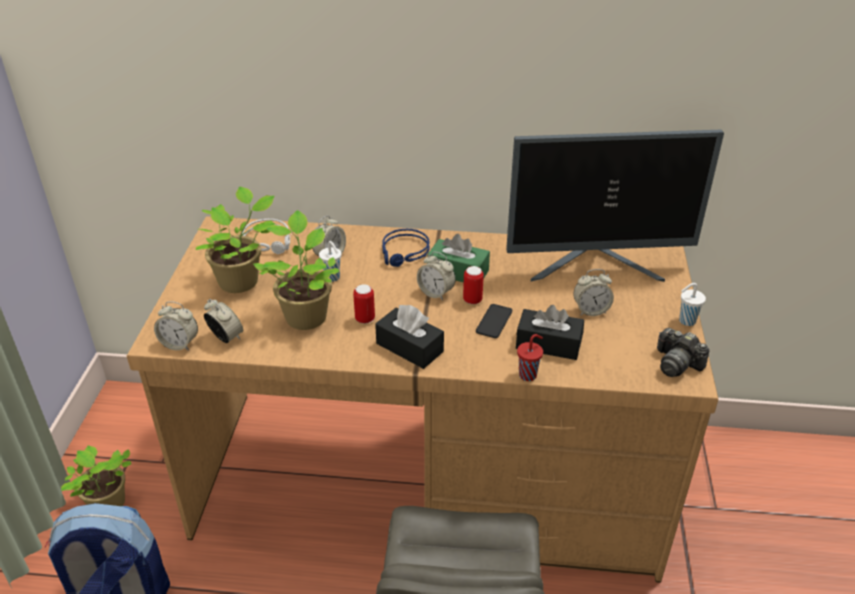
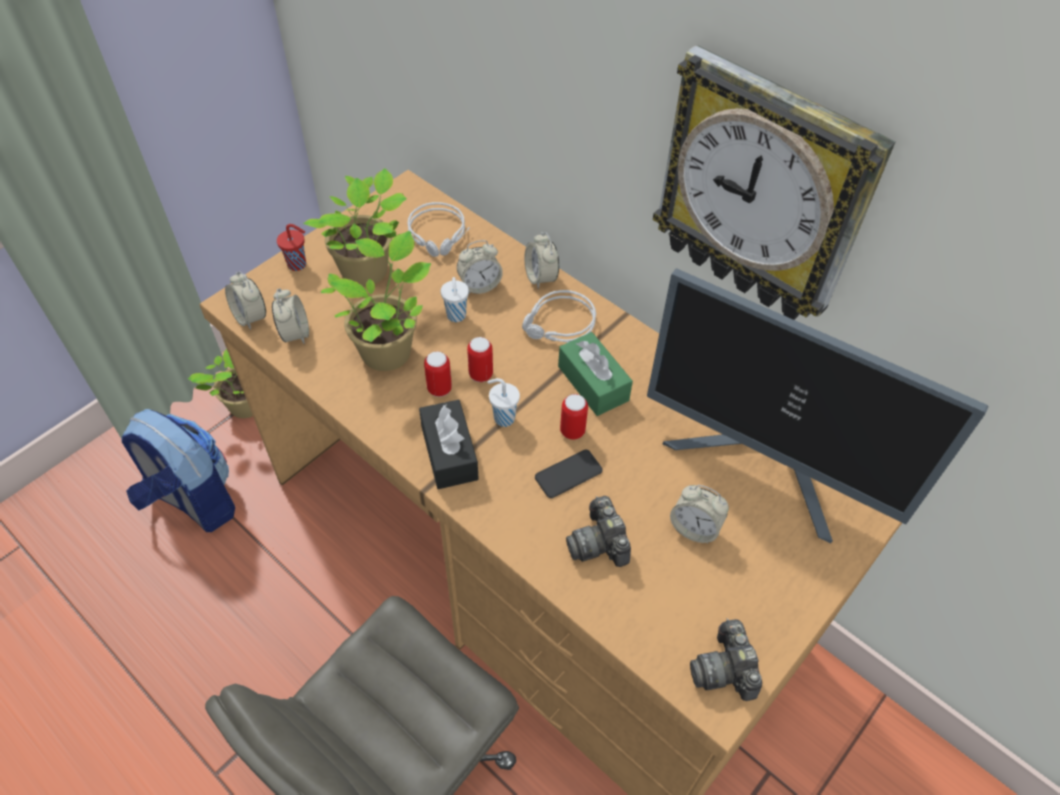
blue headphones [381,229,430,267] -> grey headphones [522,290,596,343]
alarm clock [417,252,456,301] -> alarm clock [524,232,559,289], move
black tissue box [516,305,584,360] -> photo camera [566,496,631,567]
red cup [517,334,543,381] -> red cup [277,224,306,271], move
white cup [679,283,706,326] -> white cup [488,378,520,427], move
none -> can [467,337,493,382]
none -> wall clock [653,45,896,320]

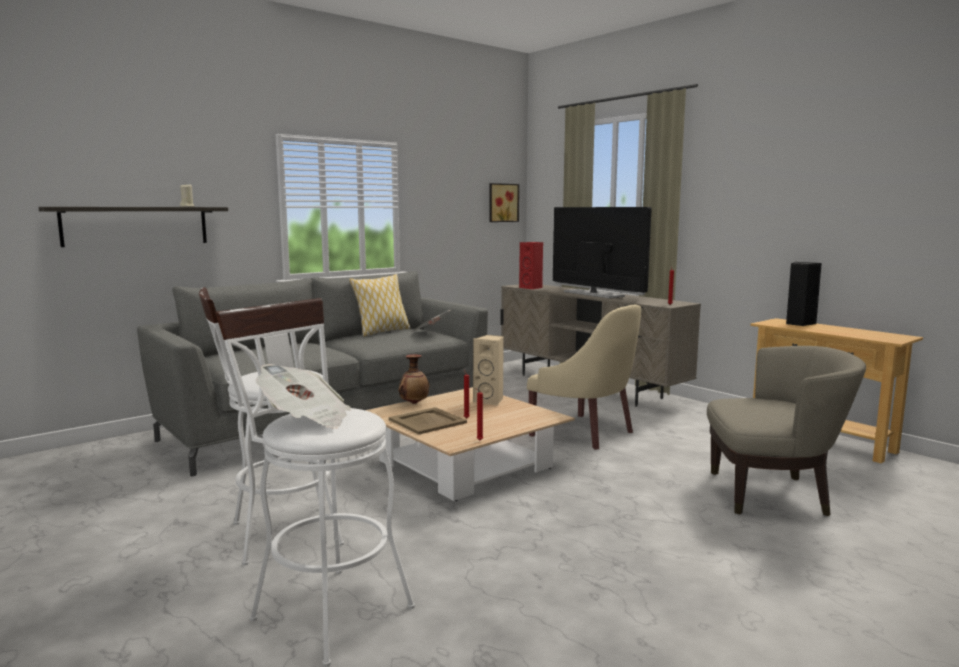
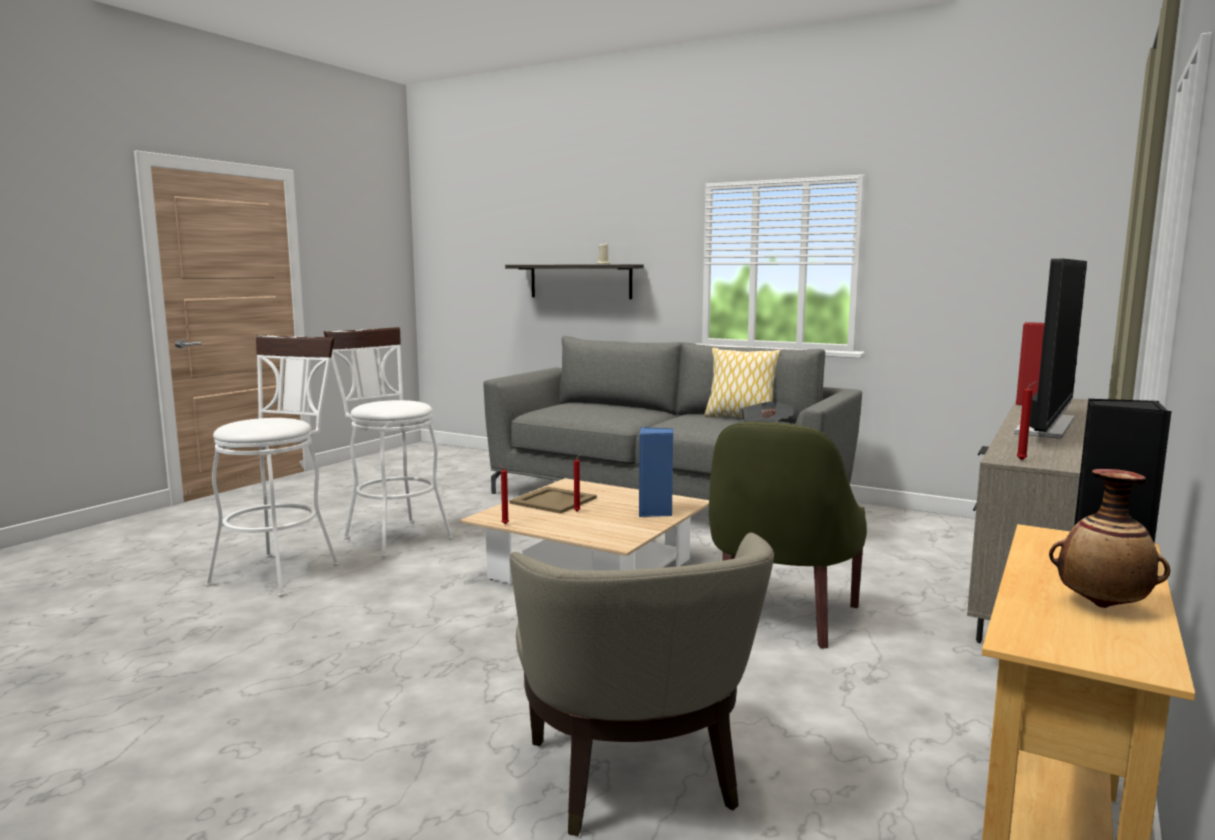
newspaper [255,364,351,428] -> none
vase [398,354,429,404] -> vase [1049,469,1170,608], move
beige speaker [473,335,504,406] -> blue speaker [639,427,673,517]
picture [489,183,519,222] -> none
beige armchair [527,304,641,450] -> green armchair [709,422,867,649]

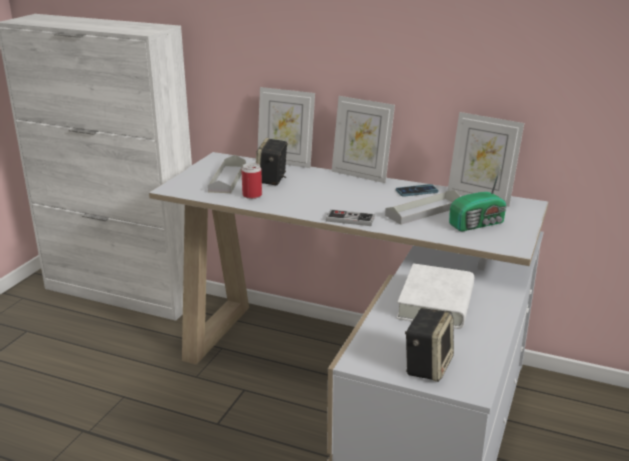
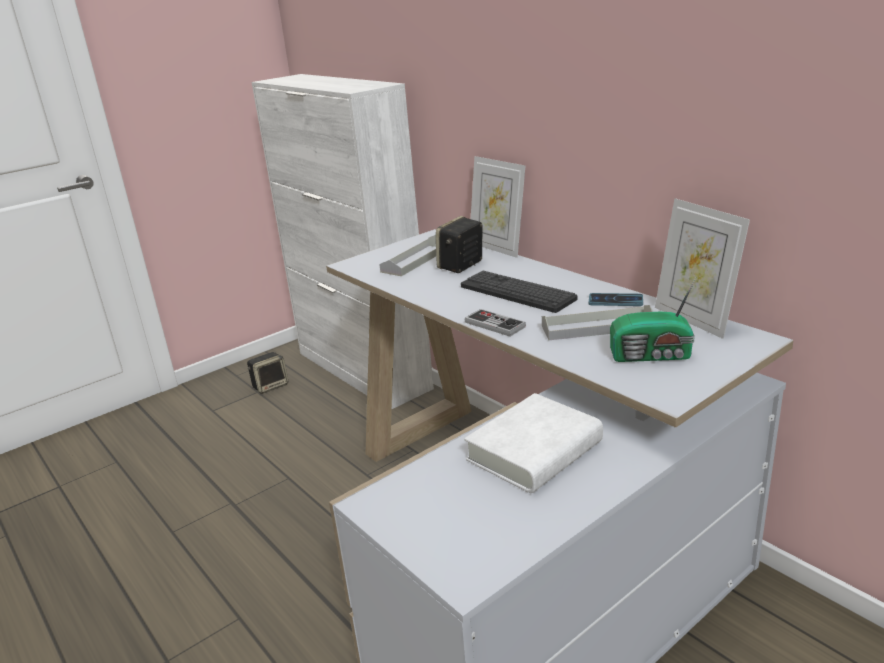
can [241,163,262,199] -> none
picture frame [331,96,395,183] -> none
speaker [405,308,454,382] -> speaker [247,352,288,394], move
none -> keyboard [461,271,577,313]

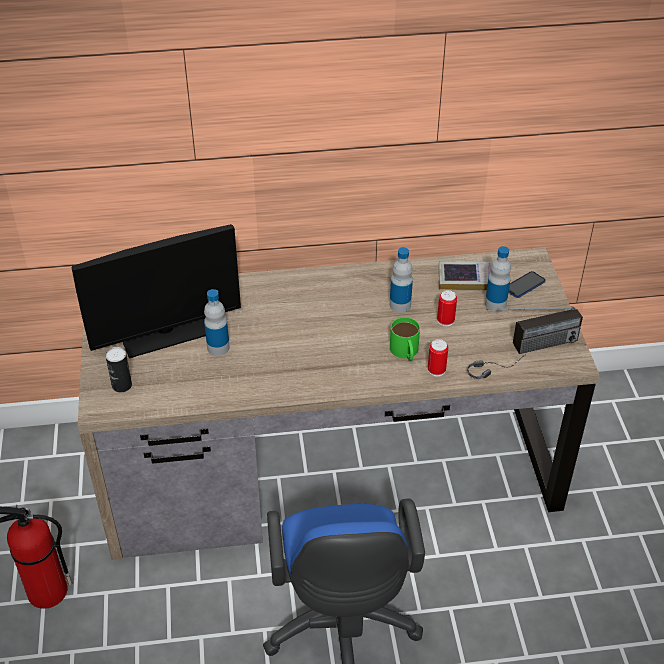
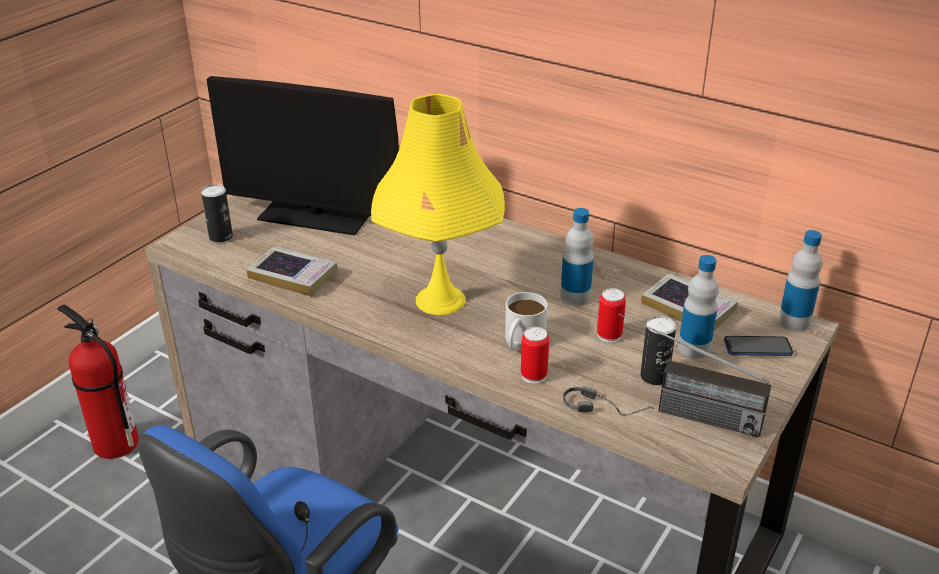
bottle [204,289,230,356] -> bottle [778,230,822,331], move
green mug [390,317,420,361] -> white mug [505,292,547,349]
none -> book [246,246,338,297]
none -> yellow table lamp [371,94,505,315]
none -> can [640,316,676,385]

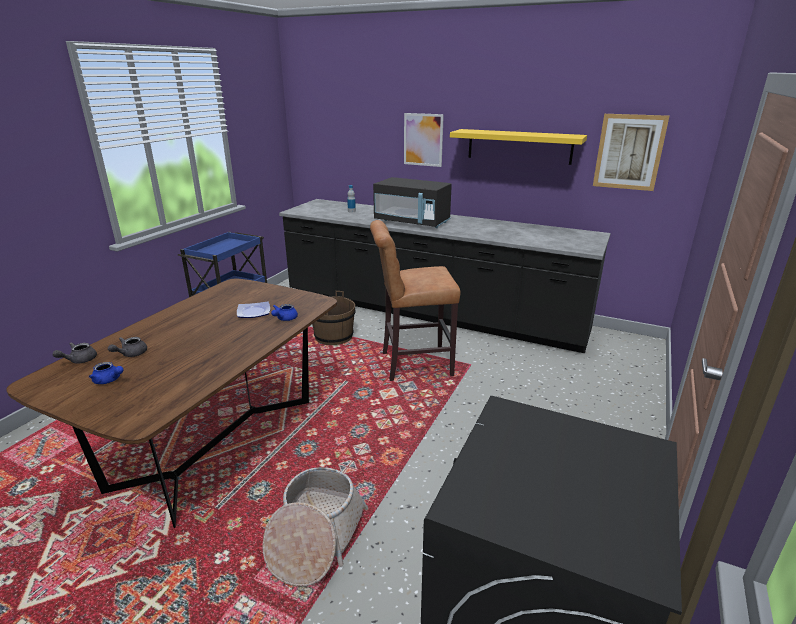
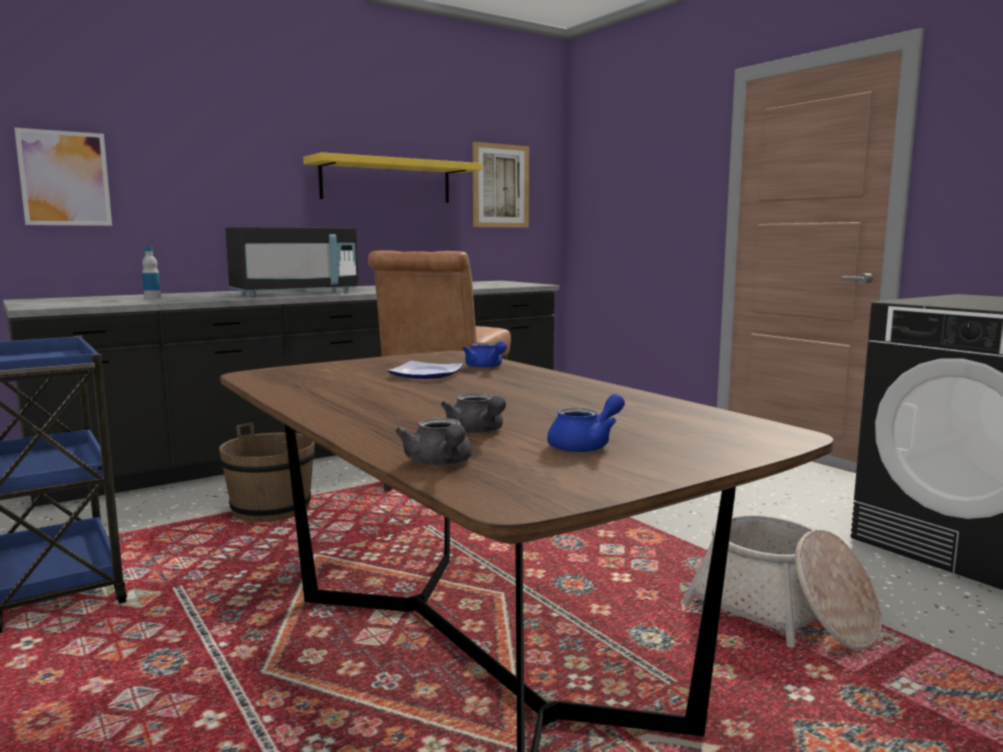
picture [404,113,444,167] -> picture [14,128,112,226], move

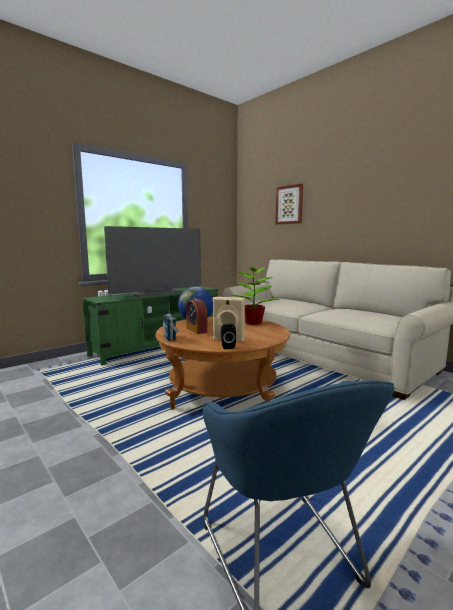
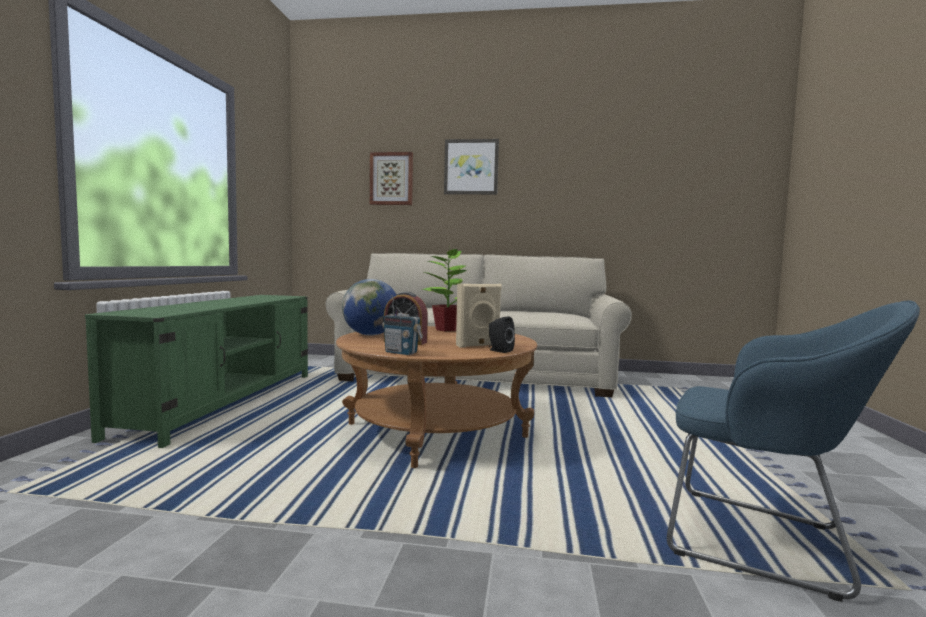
television [104,226,201,297] -> none
none -> picture [444,139,499,194]

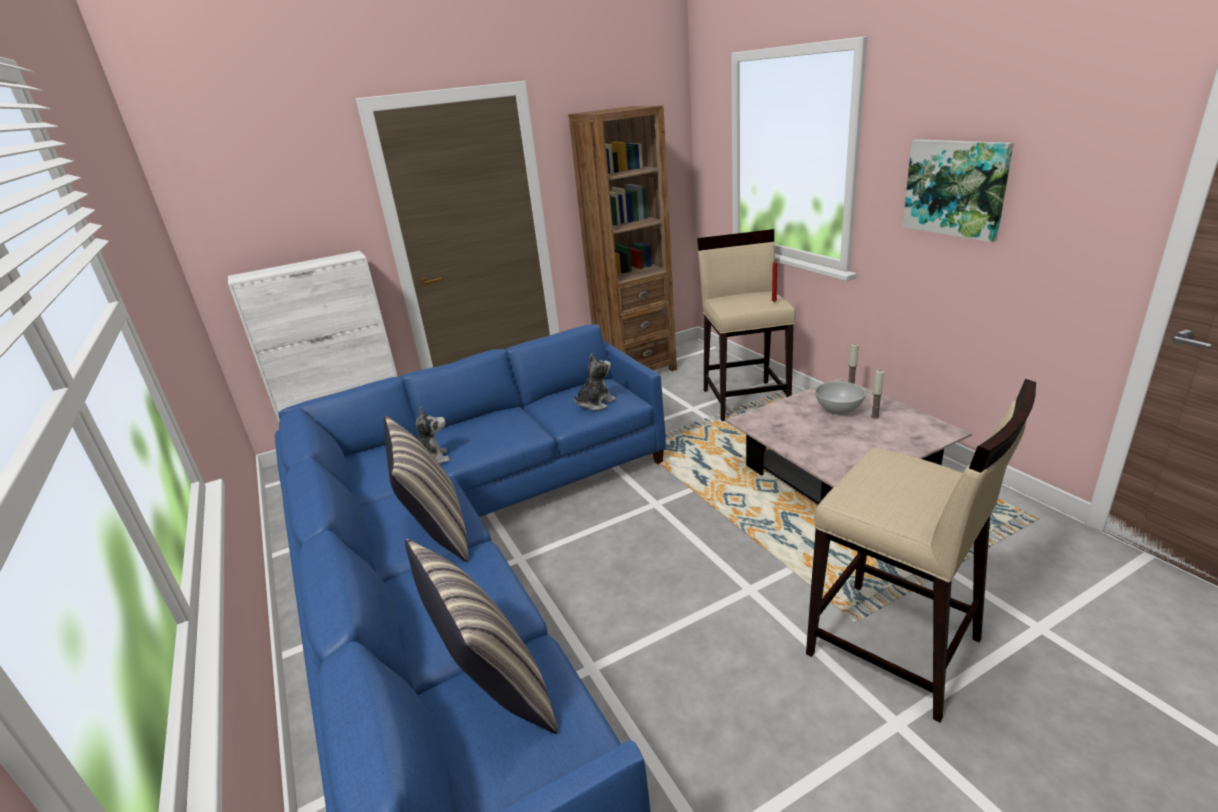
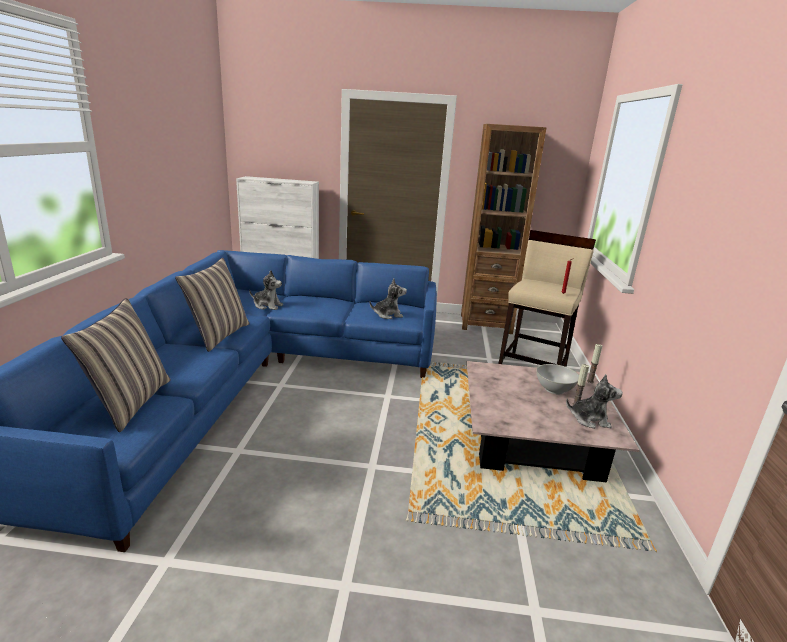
beige stool [806,379,1036,723] -> none
picture [903,139,1014,242] -> none
none -> plush toy [566,374,623,429]

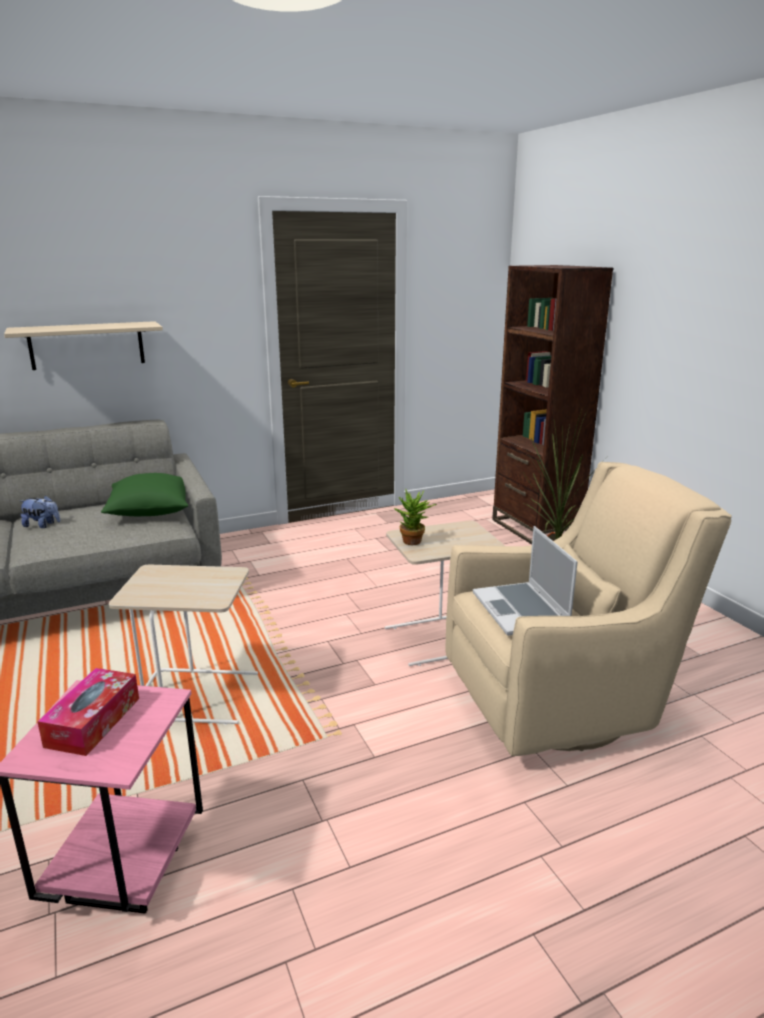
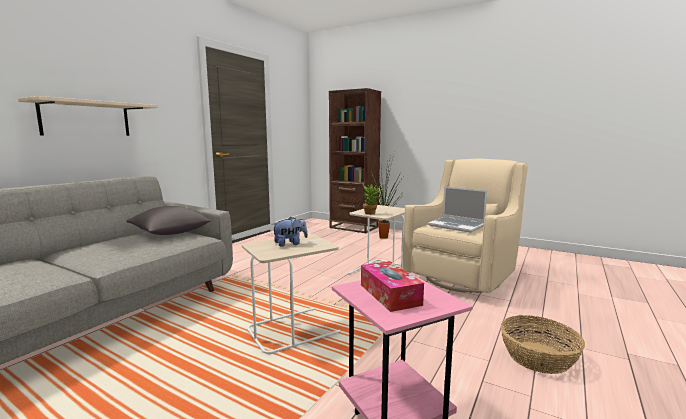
plush toy [20,495,60,528] -> plush toy [273,217,308,247], move
green pillow [101,473,188,516] -> grey pillow [127,206,211,235]
none -> basket [501,315,585,374]

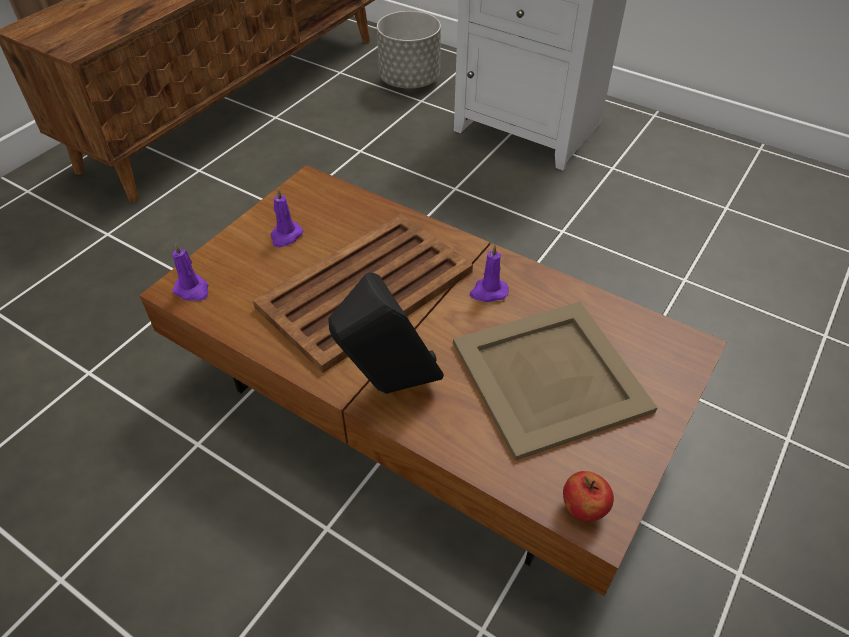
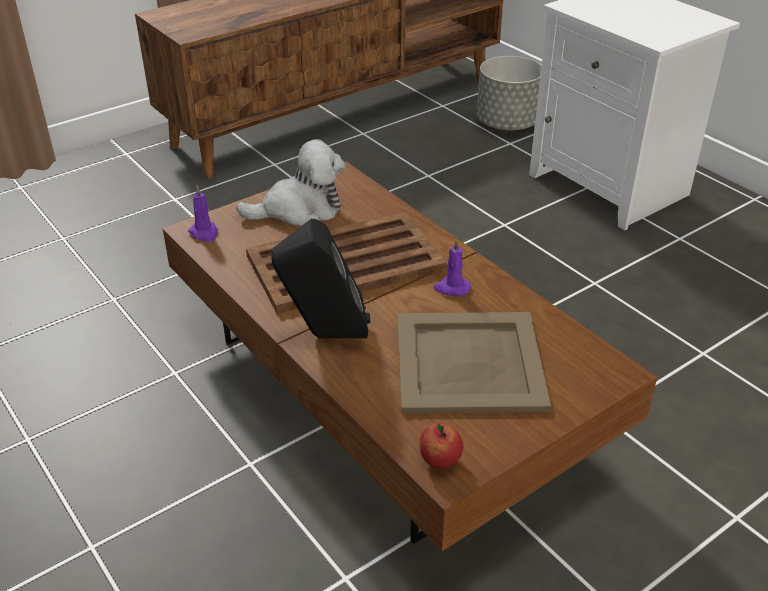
purple candle [270,188,303,247] -> plush toy [236,139,345,226]

